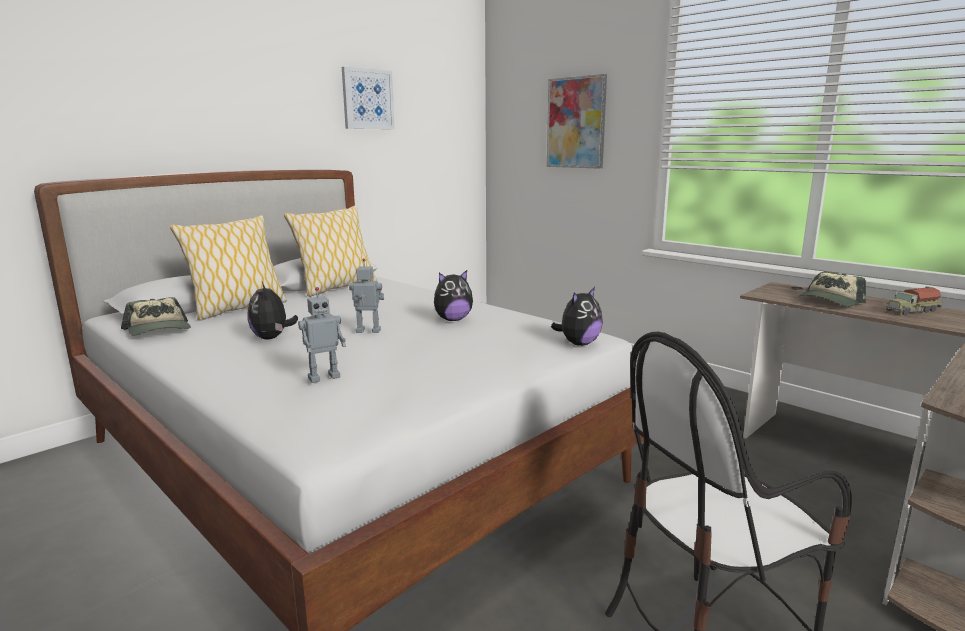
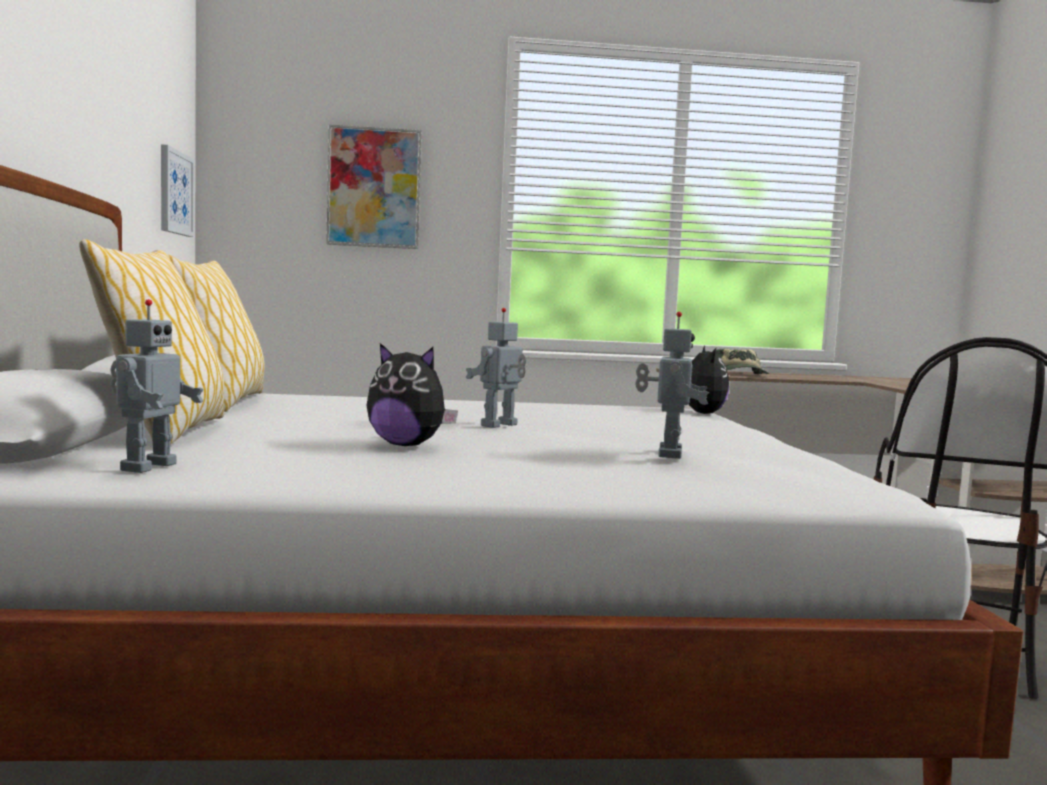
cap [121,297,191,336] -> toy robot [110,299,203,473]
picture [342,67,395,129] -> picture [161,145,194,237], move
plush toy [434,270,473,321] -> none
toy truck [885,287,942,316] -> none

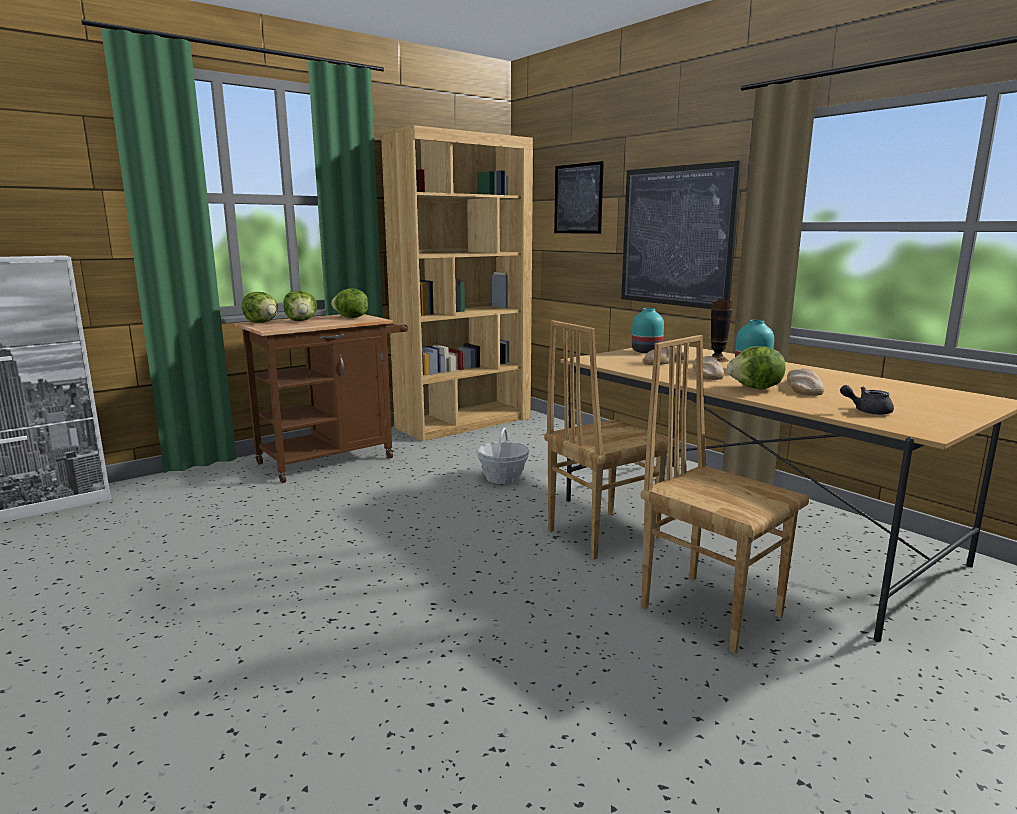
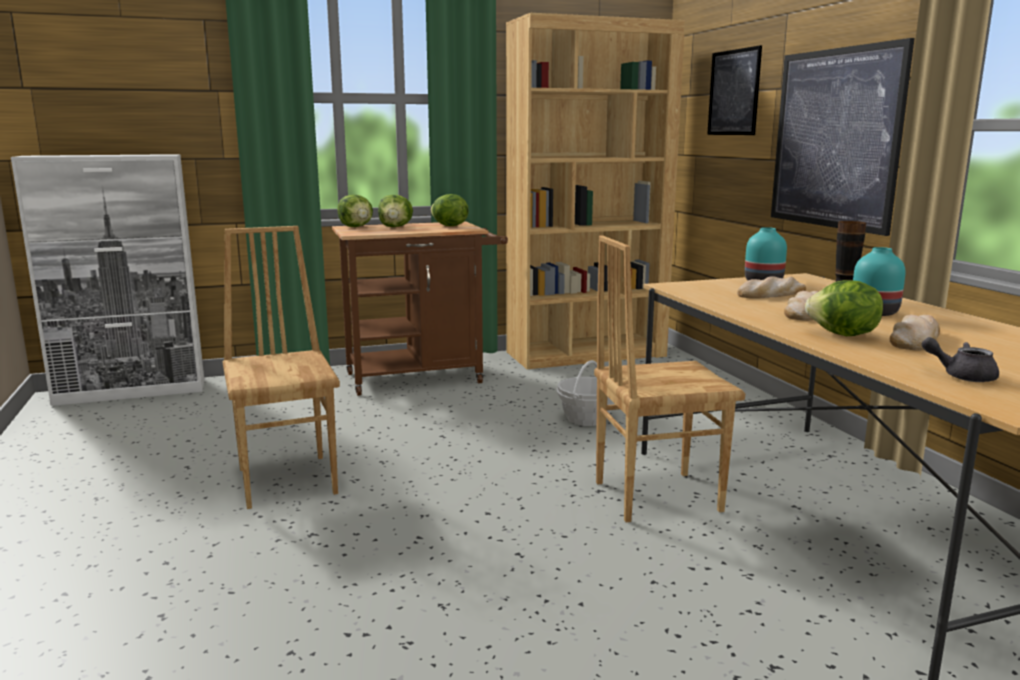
brown chair [641,335,809,654] -> brown chair [223,226,340,509], move

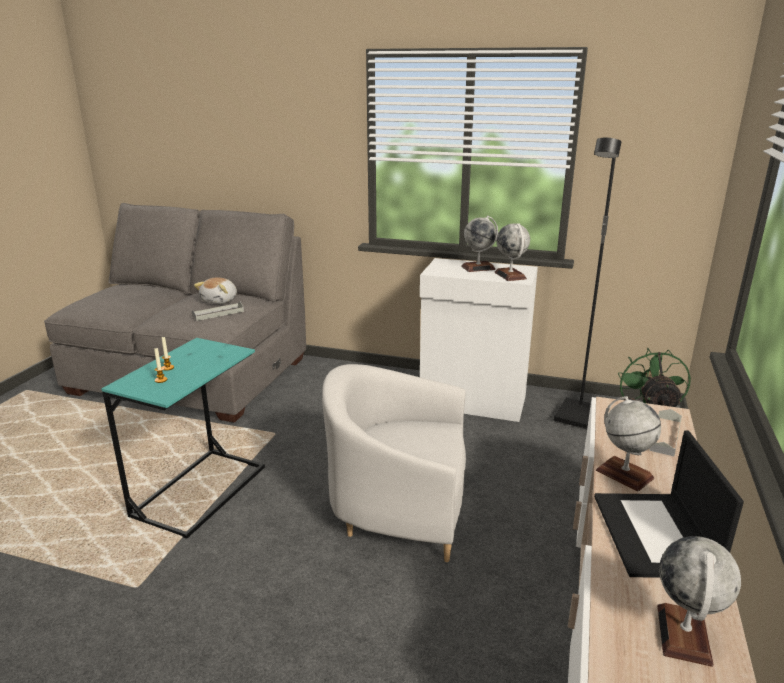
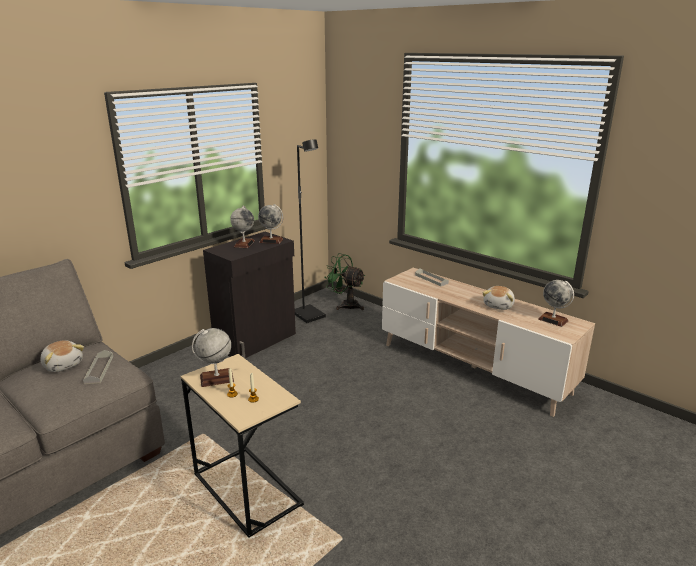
turquoise side table [101,338,265,539] -> beige side table [181,354,304,538]
white armchair [322,364,466,562] -> none
white cabinet [420,258,538,422] -> black cabinet [203,232,296,358]
laptop [594,430,744,578] -> plush toy [483,286,515,310]
globe [596,396,661,491] -> globe [192,328,234,387], move

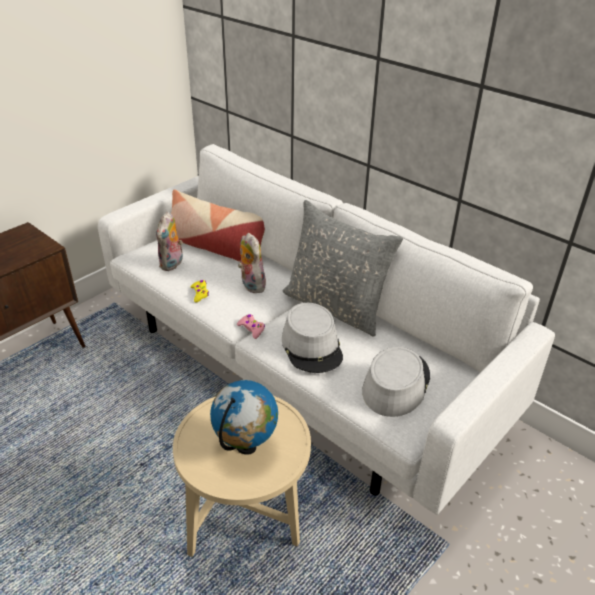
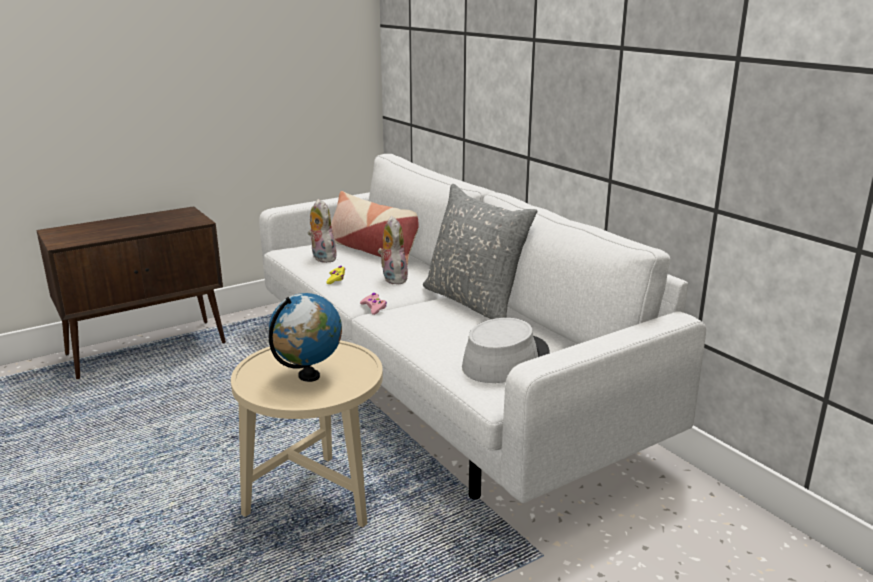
plush toy [156,211,183,271] -> plush toy [308,199,337,263], 120 degrees clockwise
grey hat [282,303,343,373] -> none

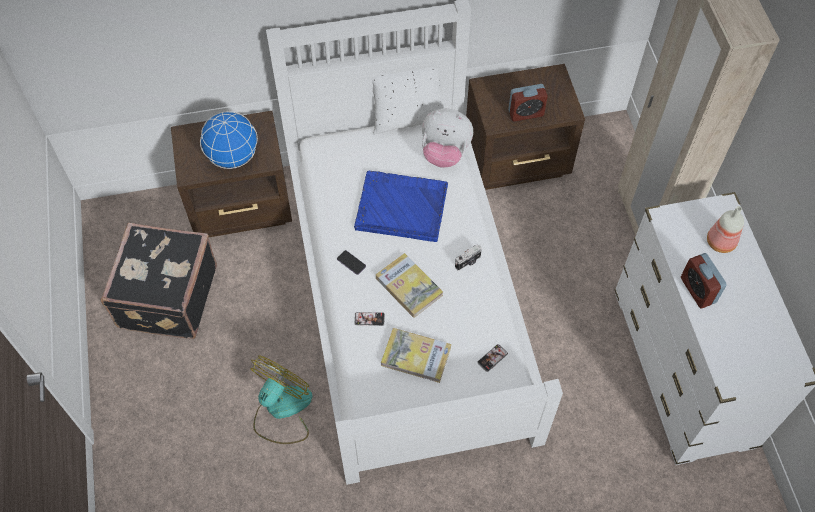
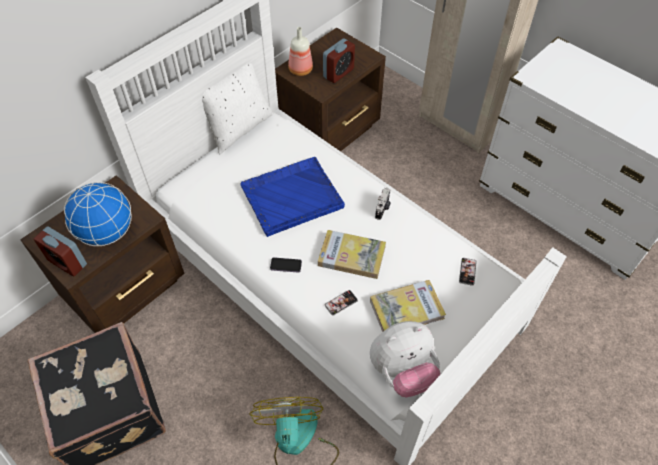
plush toy [422,108,473,168] -> plush toy [370,321,441,397], move
alarm clock [681,253,727,308] -> alarm clock [34,226,87,277], move
bottle [707,206,744,253] -> bottle [288,27,313,76], move

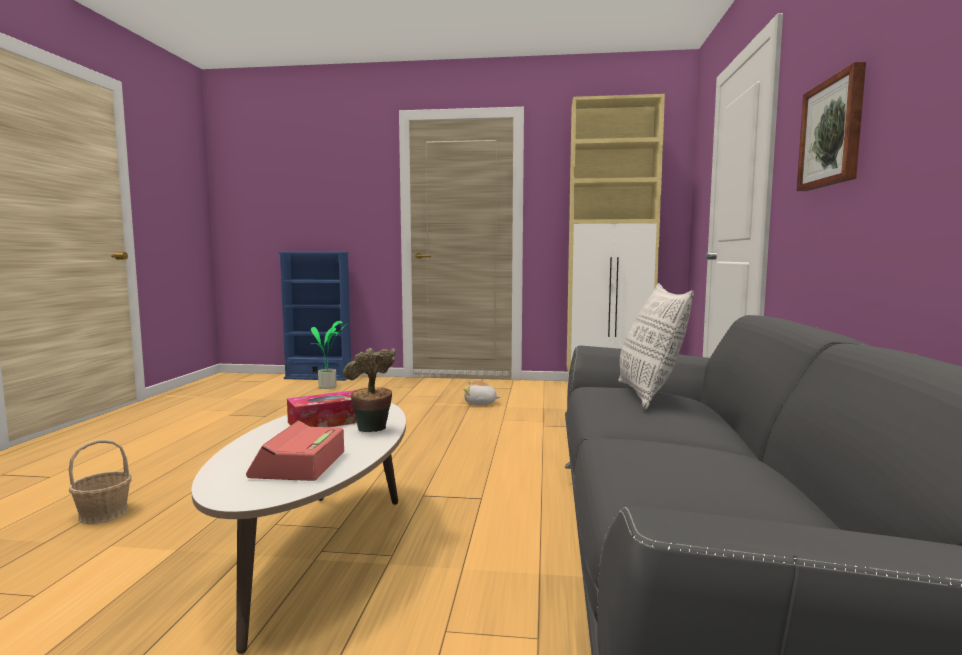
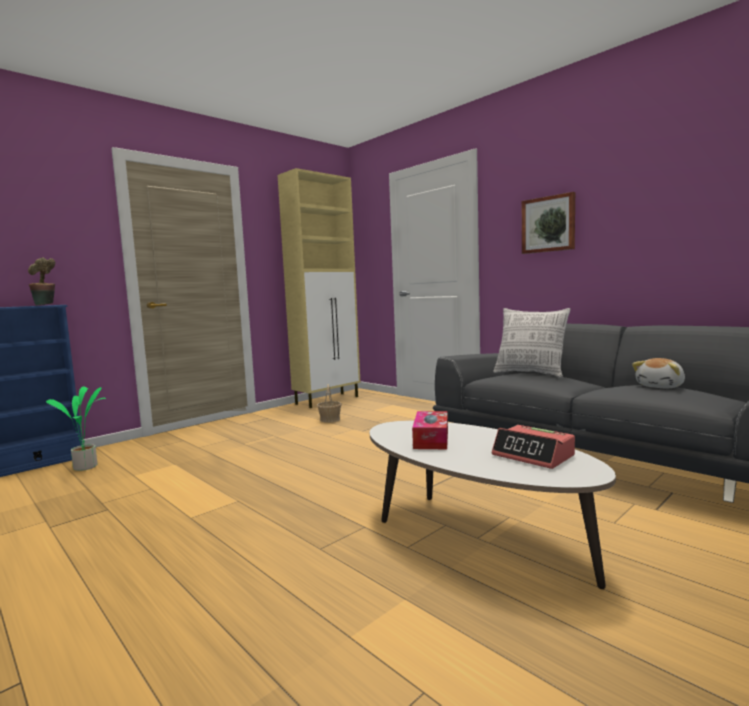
basket [69,439,132,524] -> basket [317,384,342,423], move
potted plant [343,348,396,432] -> potted plant [28,257,55,305], move
plush toy [463,381,501,405] -> plush toy [632,358,685,388], move

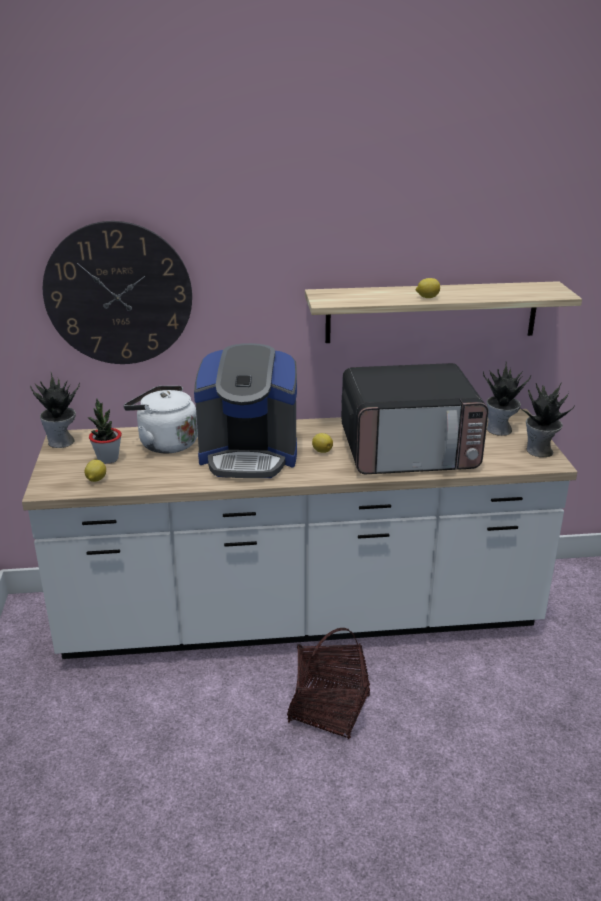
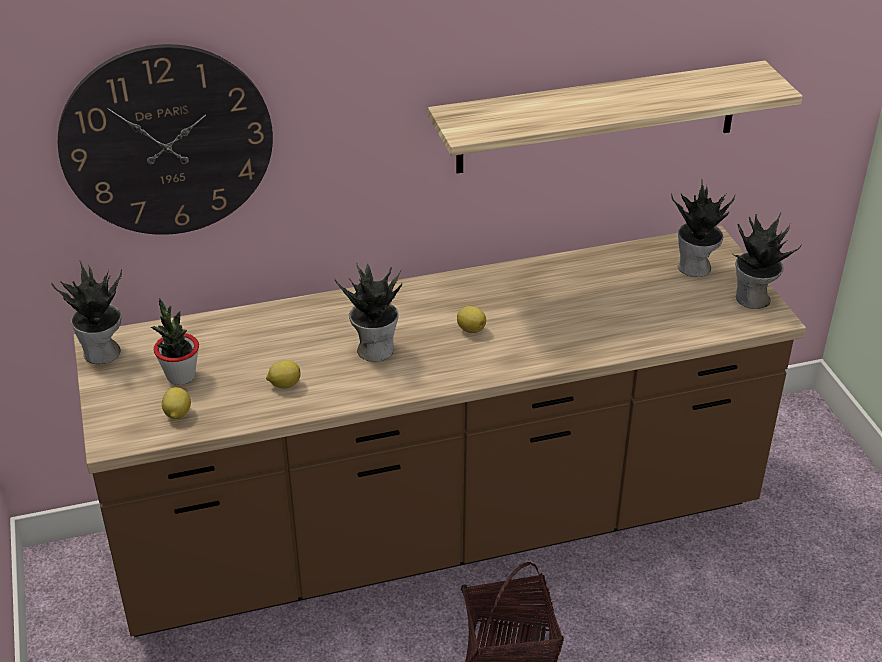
white counter [22,409,577,659] -> brown counter [73,226,806,637]
white kettle [124,386,198,453] -> none
coffee machine [194,343,297,478] -> potted plant [334,262,403,362]
microwave [341,363,488,474] -> none
lemon [416,278,440,298] -> lemon [266,360,301,388], move

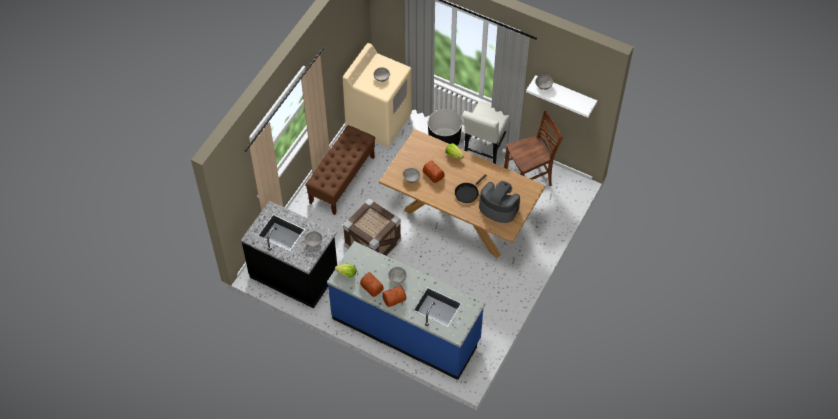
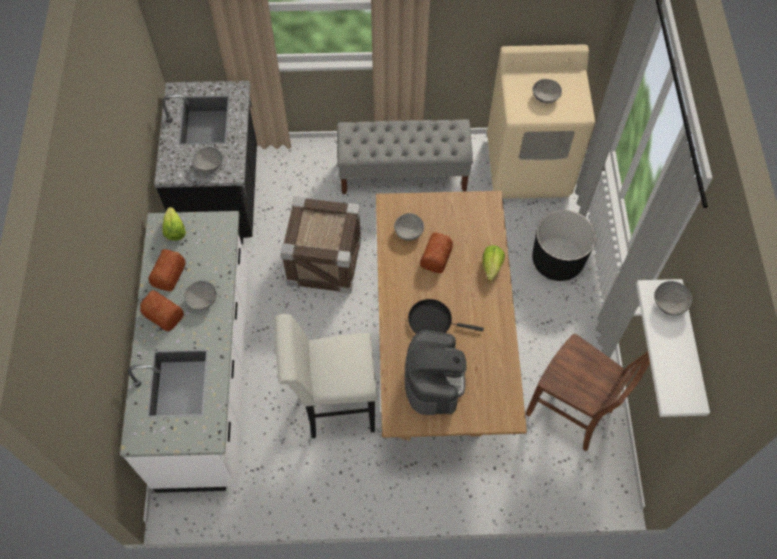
brown bench [305,125,375,215] -> grey bench [337,119,473,194]
blue counter [327,241,486,380] -> white counter [120,211,248,493]
white stool [462,101,509,164] -> white stool [274,314,378,438], move

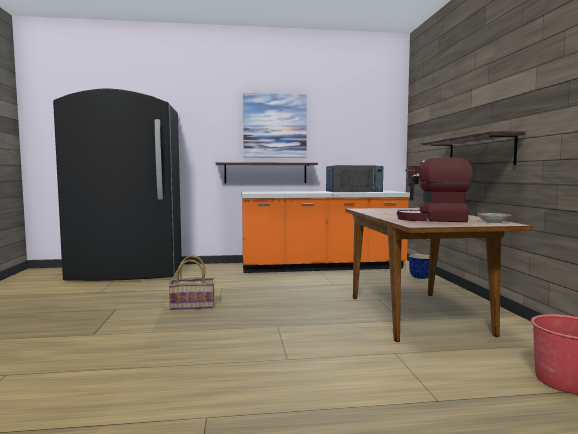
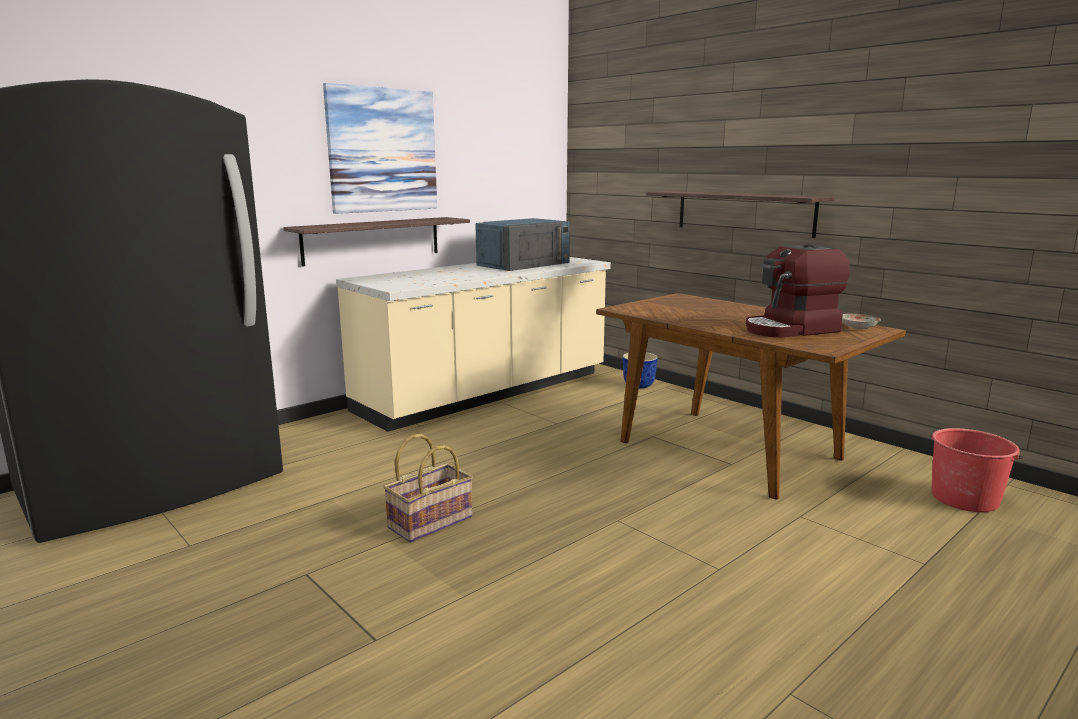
orange counter [241,191,410,273] -> beige counter [336,257,611,432]

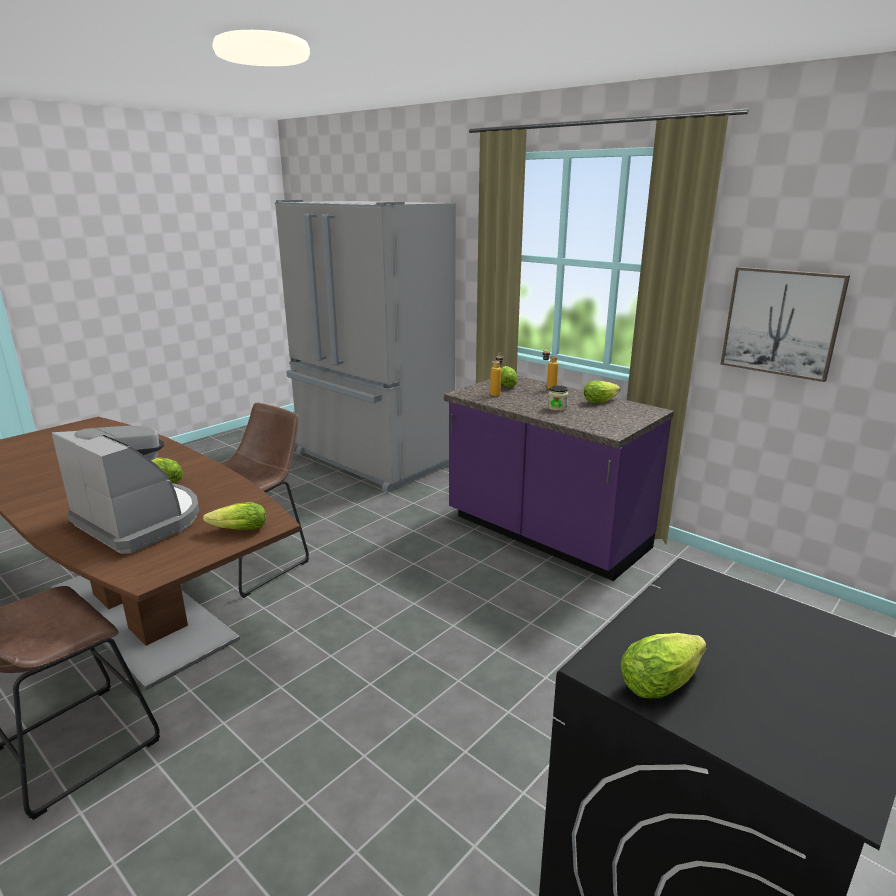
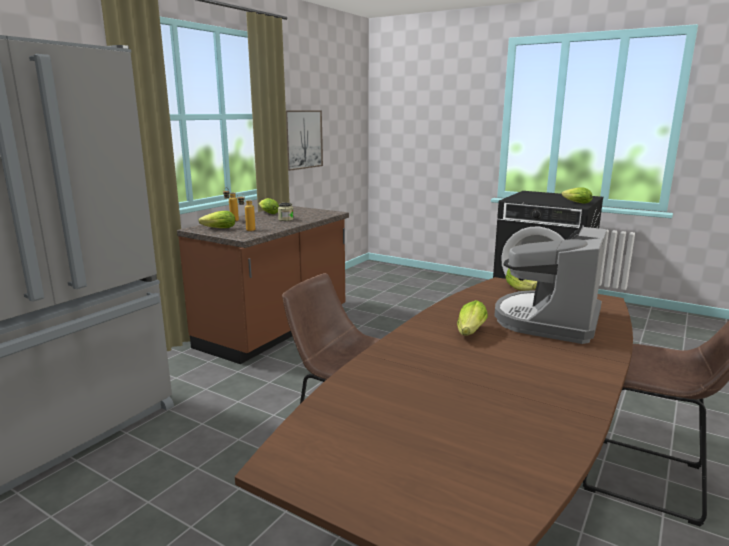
purple counter [444,376,674,581] -> brown counter [177,206,349,364]

